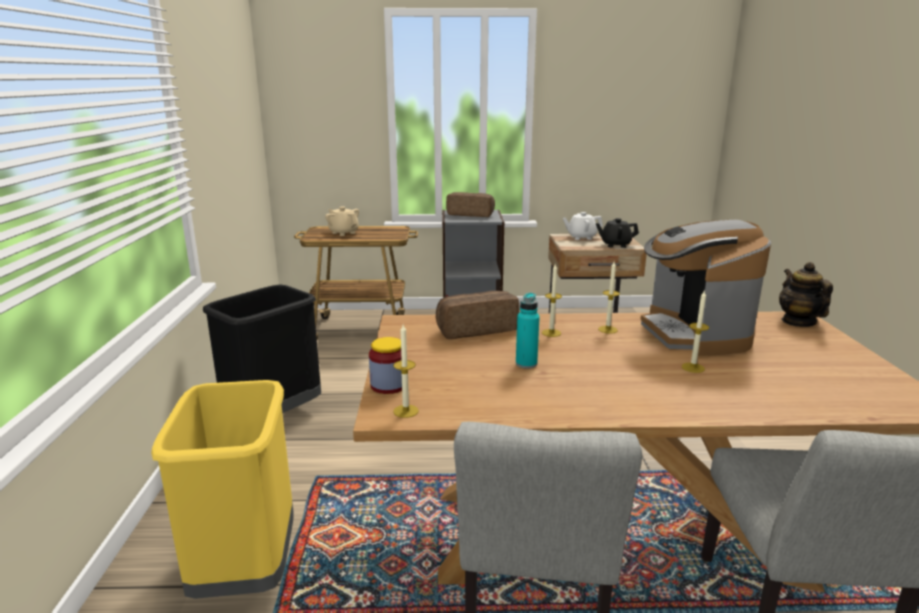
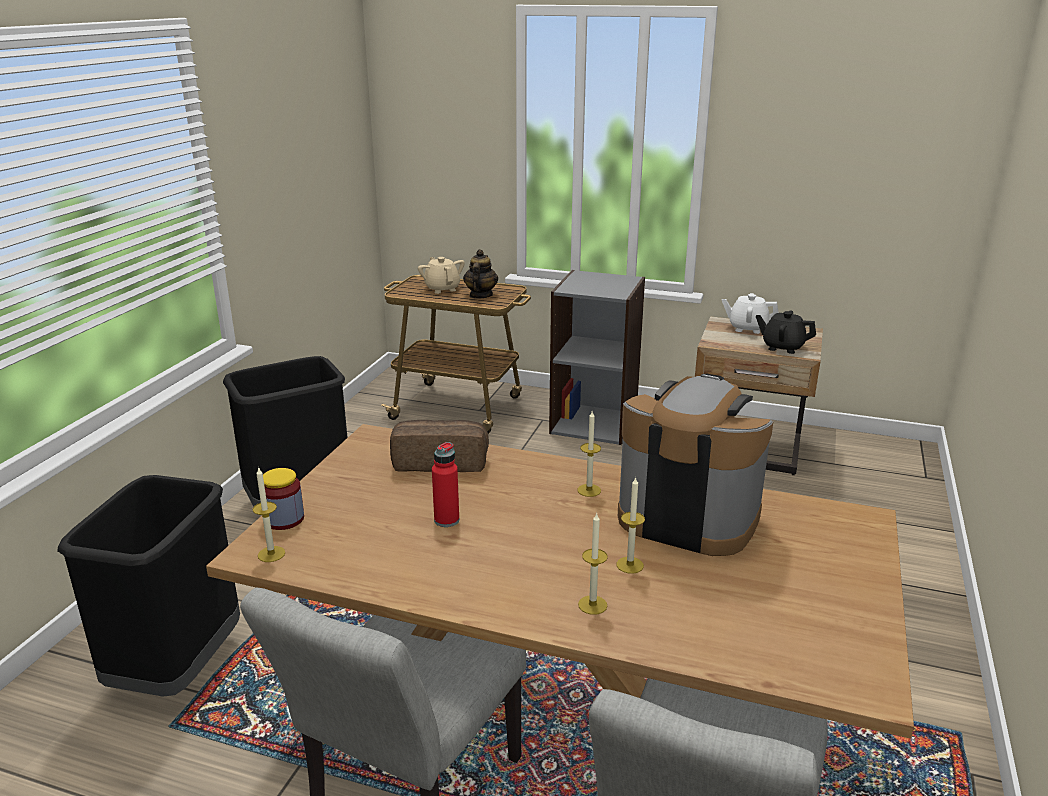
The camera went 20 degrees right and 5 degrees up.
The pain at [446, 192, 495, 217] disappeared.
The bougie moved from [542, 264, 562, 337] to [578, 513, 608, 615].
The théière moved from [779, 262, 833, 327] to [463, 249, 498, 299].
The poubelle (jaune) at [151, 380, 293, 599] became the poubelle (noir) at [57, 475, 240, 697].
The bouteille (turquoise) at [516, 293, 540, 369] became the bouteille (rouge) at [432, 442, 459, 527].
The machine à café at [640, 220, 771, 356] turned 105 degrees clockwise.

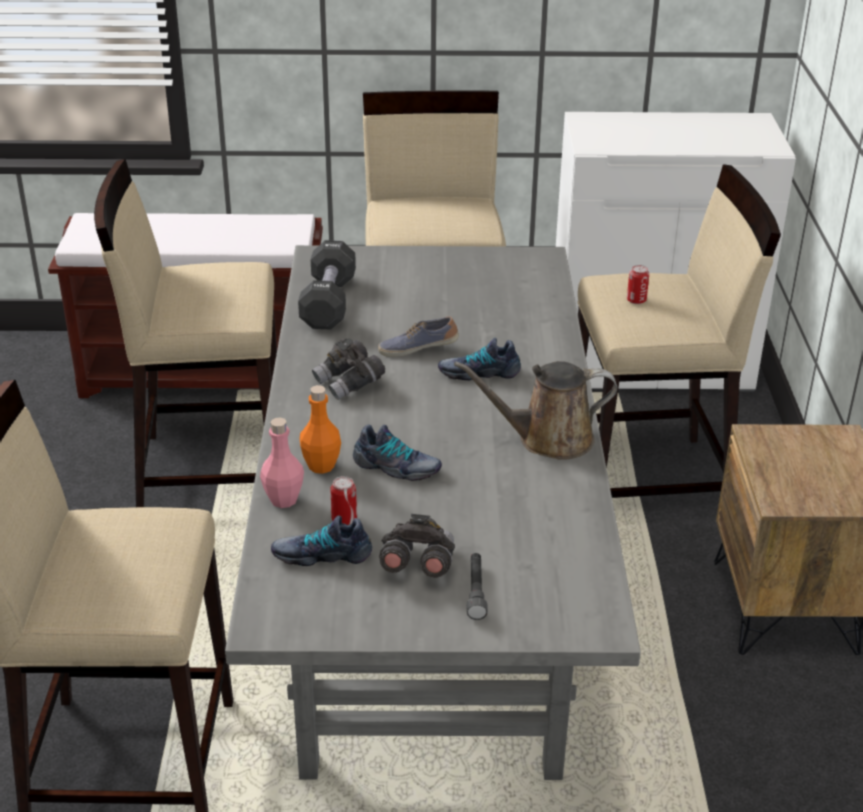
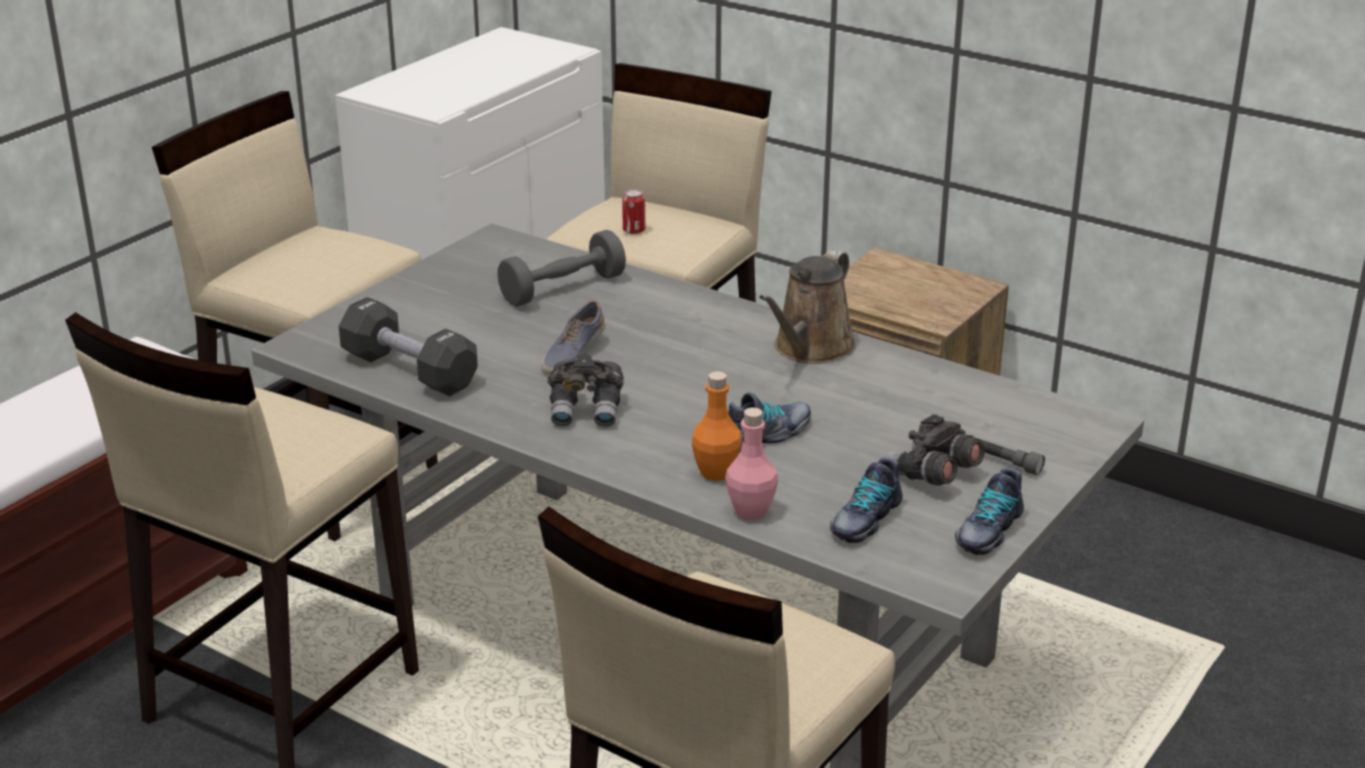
The camera went 55 degrees left and 5 degrees down.
The boîte métallique at [331, 476, 357, 525] disappeared.
The haltère (gris) at [497, 230, 626, 307] appeared.
The chaussure moved from [438, 338, 521, 380] to [955, 468, 1024, 555].

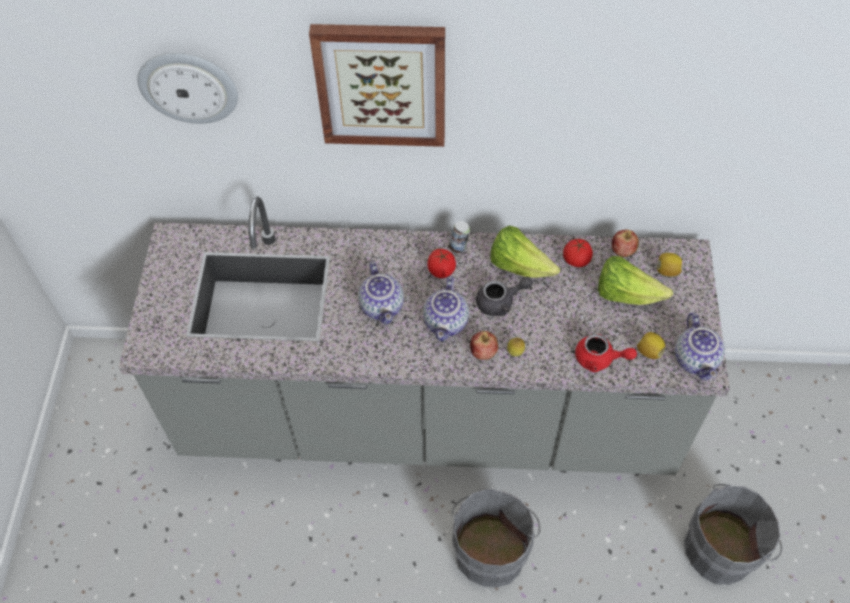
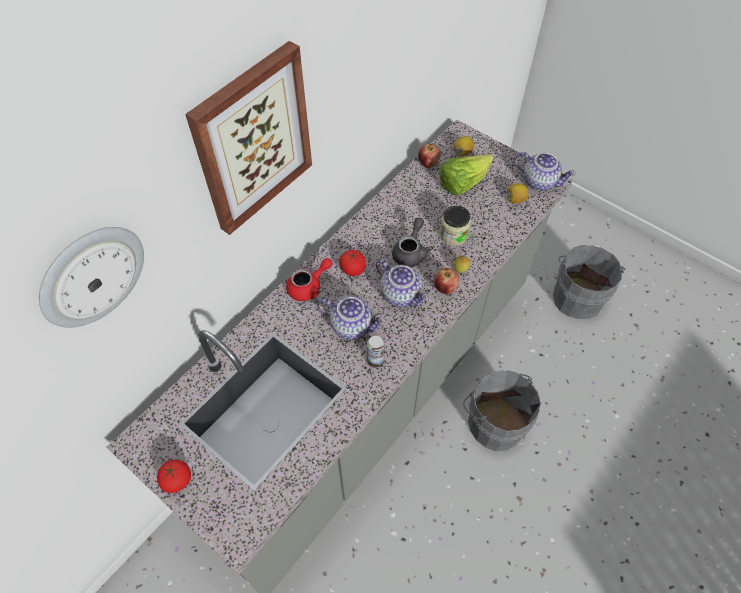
The camera went 55 degrees left and 0 degrees up.
The laitue at [490, 226, 560, 278] disappeared.
The bocal at [440, 206, 471, 246] appeared.
The boîte métallique moved from [449, 221, 470, 253] to [367, 336, 385, 368].
The tomate moved from [563, 239, 593, 267] to [157, 460, 191, 493].
The théière (rouge) moved from [575, 334, 637, 372] to [286, 258, 332, 301].

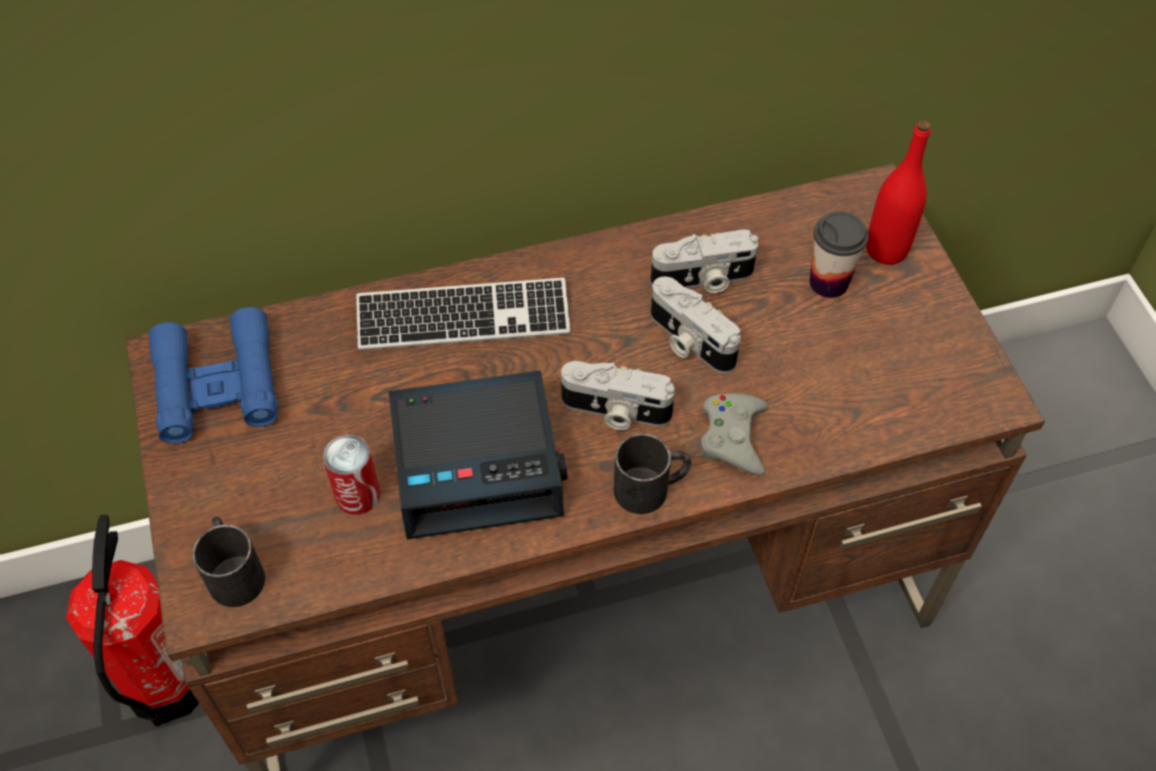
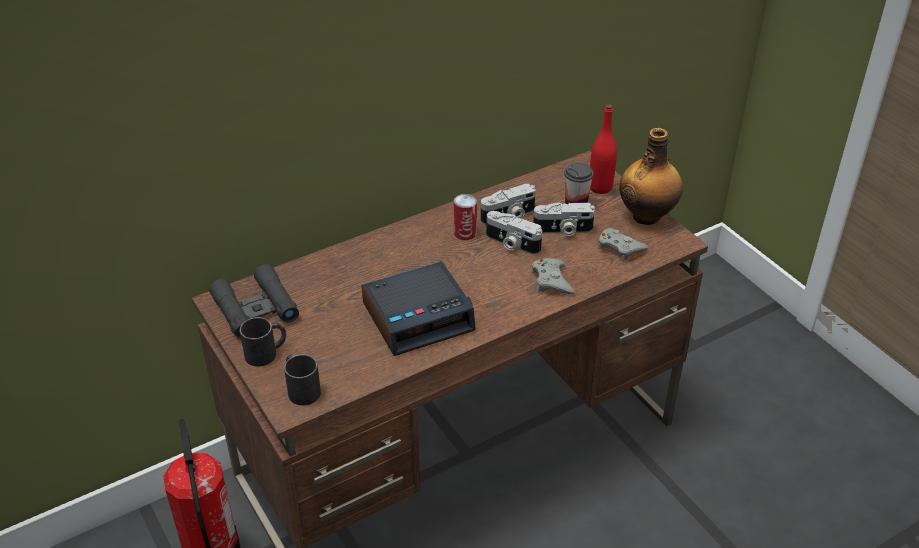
The camera went 15 degrees left and 15 degrees down.
The clavier at [356, 278, 570, 350] disappeared.
The manette (gris) at [598, 228, 648, 261] appeared.
The bouteille at [619, 128, 683, 225] appeared.
The boîte métallique moved from [323, 435, 380, 515] to [454, 194, 477, 240].
The appareil photo moved from [561, 361, 675, 430] to [533, 202, 595, 236].
The mug (noir) moved from [614, 434, 692, 514] to [240, 317, 286, 367].
The jumelles (bleu) at [148, 307, 278, 444] became the jumelles (noir) at [209, 264, 299, 339].

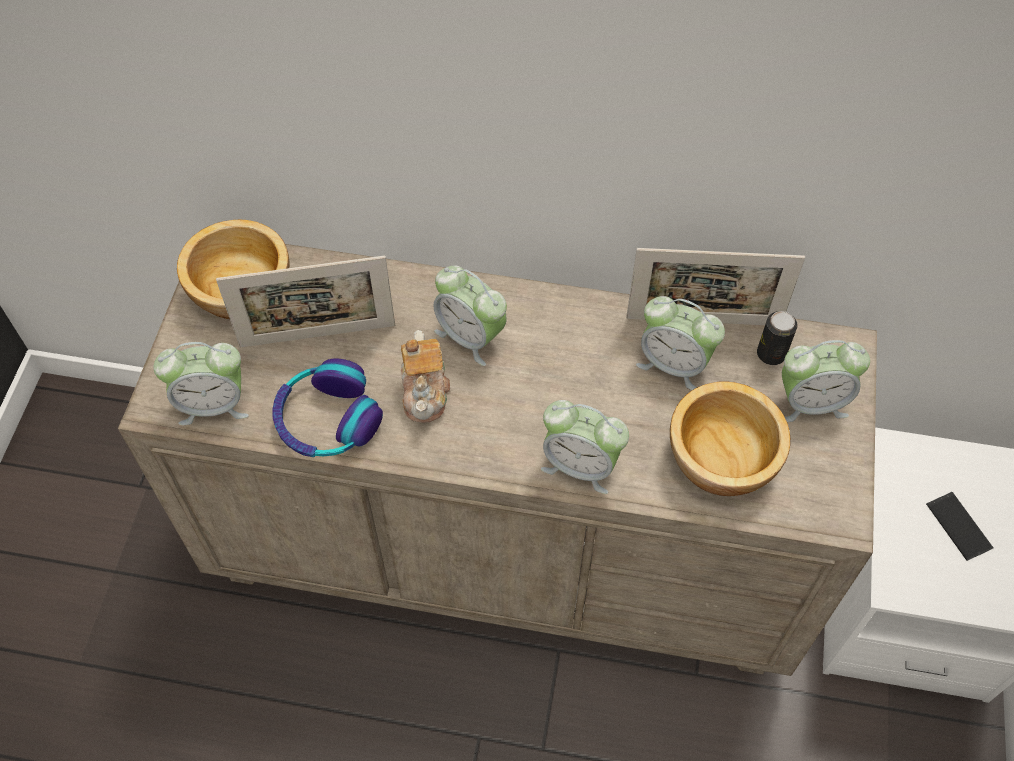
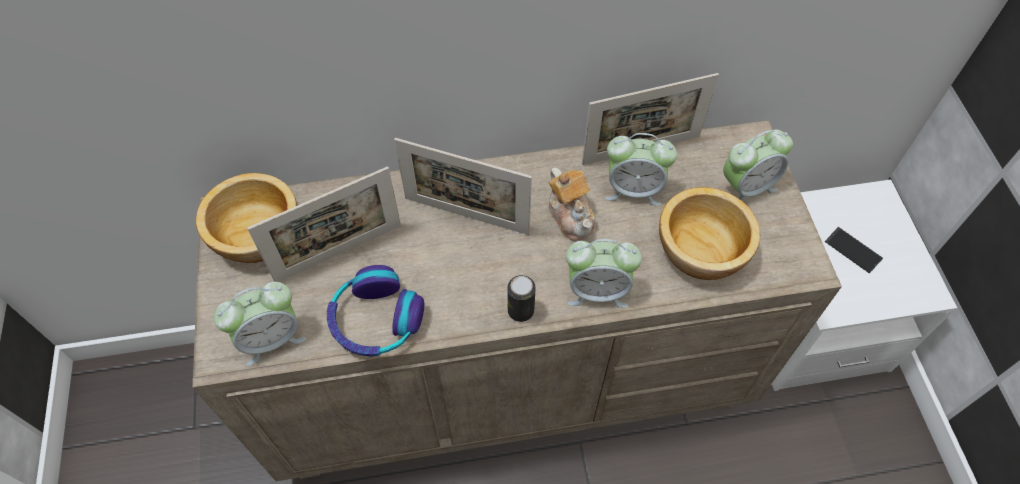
The camera went 20 degrees left and 0 degrees up.
The théière moved from [401, 330, 450, 423] to [549, 168, 596, 241].
The boîte métallique moved from [757, 311, 797, 365] to [507, 275, 536, 322].
The réveil at [433, 265, 507, 366] was replaced by the cadre photo at [394, 138, 532, 235].

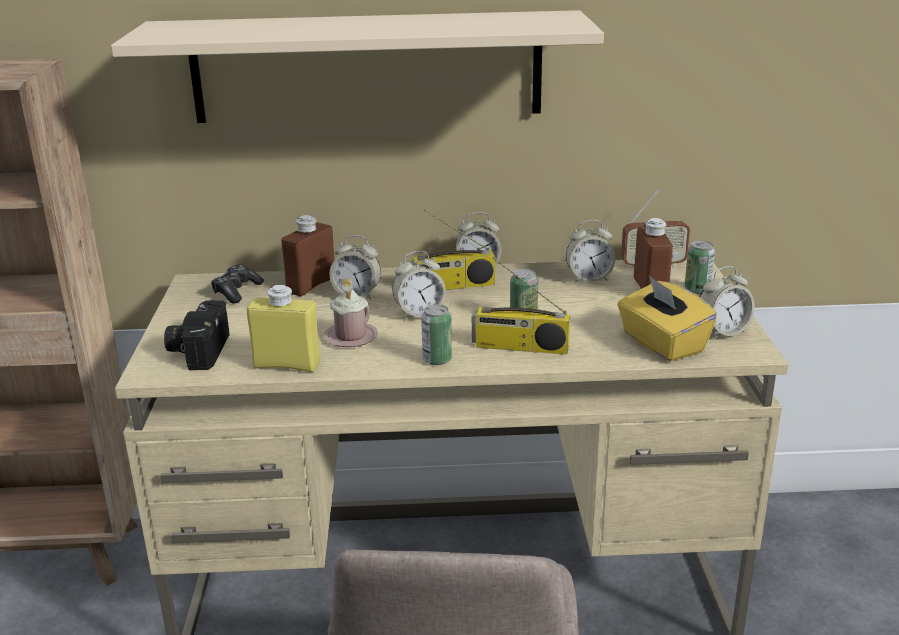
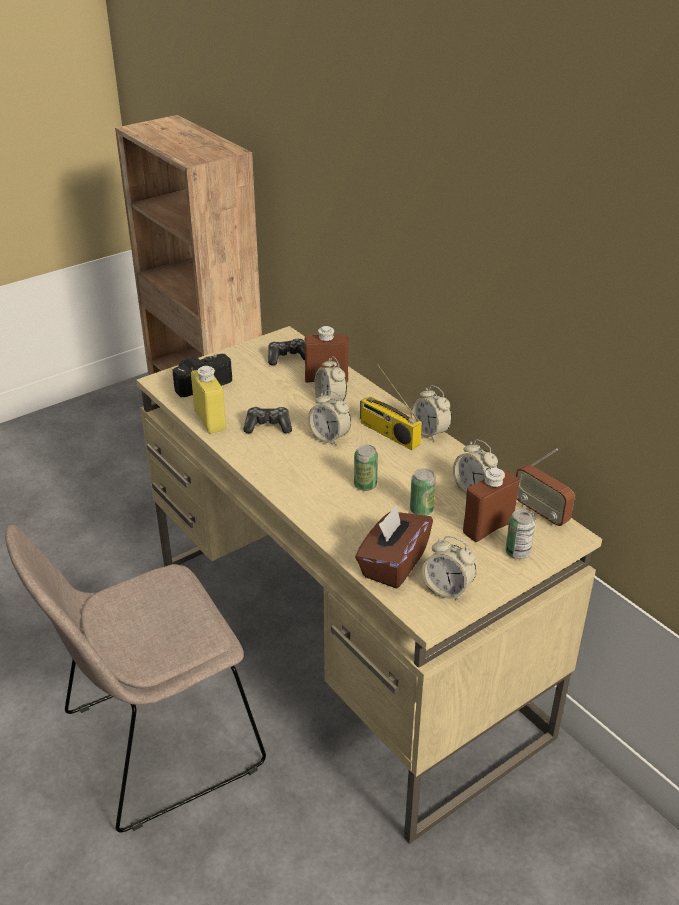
The camera went 55 degrees right and 10 degrees up.
The étagère (beige) at [111, 10, 604, 123] disappeared.
The radio at [472, 257, 570, 355] disappeared.
The boîte métallique moved from [421, 304, 452, 365] to [410, 468, 436, 516].
The mug (rose) at [323, 278, 378, 347] was replaced by the manette at [243, 407, 292, 434].
The boîte à mouchoirs (jaune) at [617, 276, 717, 362] became the boîte à mouchoirs (marron) at [355, 505, 433, 589].

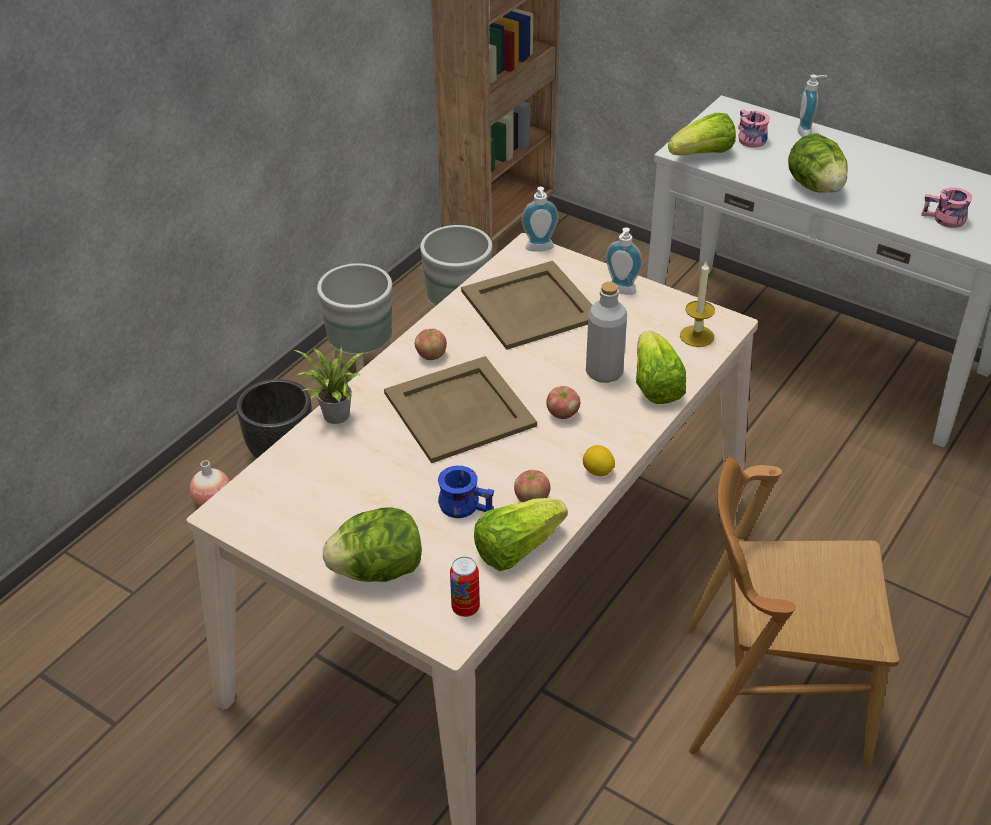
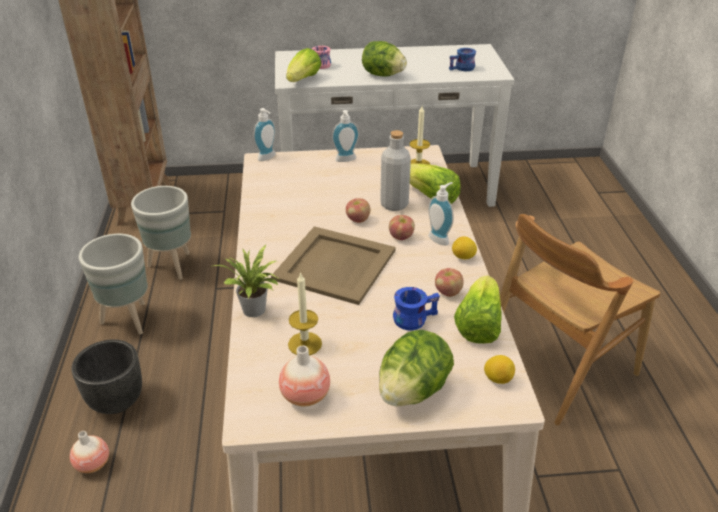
The camera went 40 degrees left and 5 degrees down.
The plateau (beige) at [461, 261, 592, 350] disappeared.
The vase at [279, 346, 330, 407] appeared.
The bougie at [288, 272, 322, 356] appeared.
The pomme moved from [415, 329, 447, 360] to [346, 198, 371, 223].
The distributeur de savon moved from [798, 75, 827, 137] to [428, 182, 454, 246].
The boîte métallique at [450, 557, 480, 617] was replaced by the citron at [484, 355, 515, 384].
The mug (rose) at [921, 187, 973, 228] became the mug (bleu) at [449, 48, 476, 71].

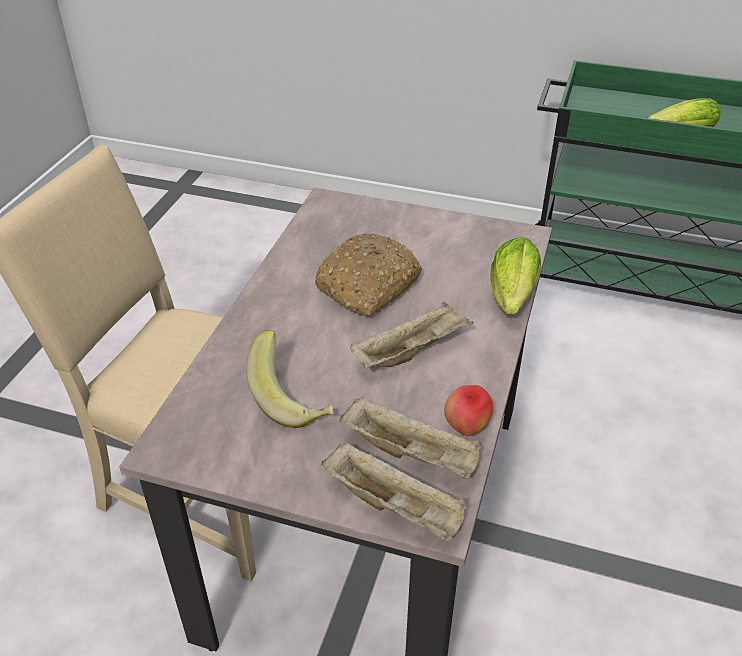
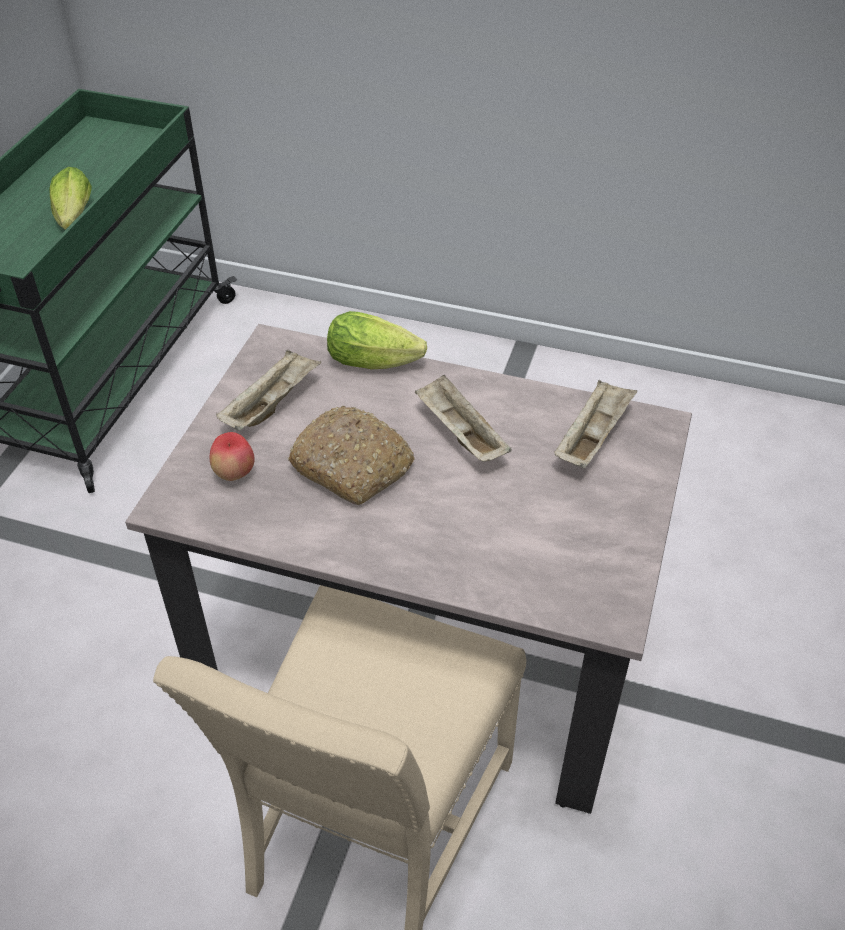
The camera went 90 degrees left and 5 degrees up.
The banane at [247, 330, 334, 428] disappeared.
The plateau (beige) moved from [320, 442, 467, 542] to [216, 350, 321, 431].
The pomme moved from [444, 385, 493, 436] to [210, 432, 254, 481].

